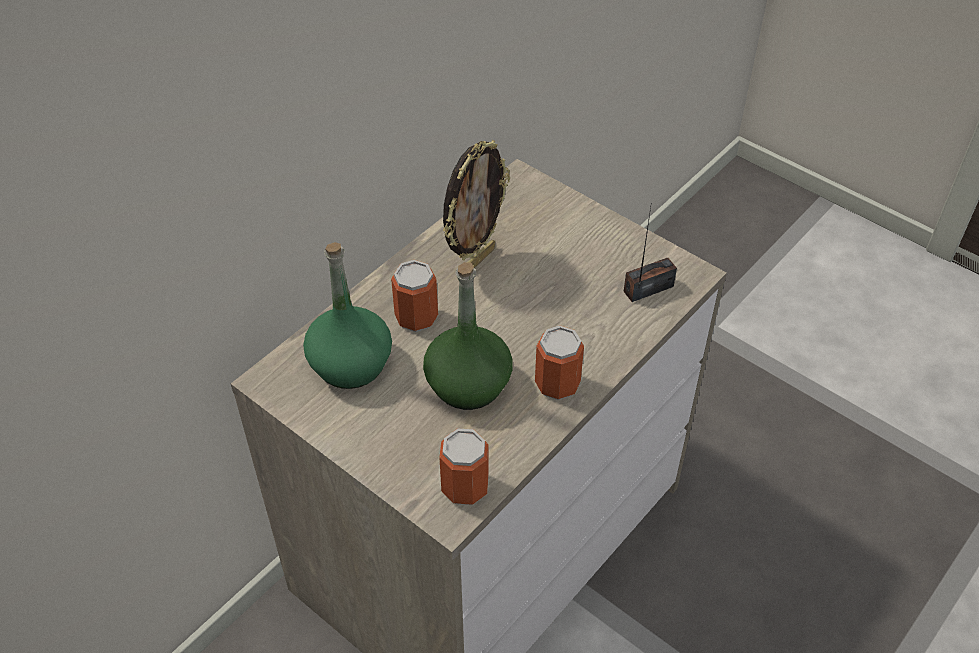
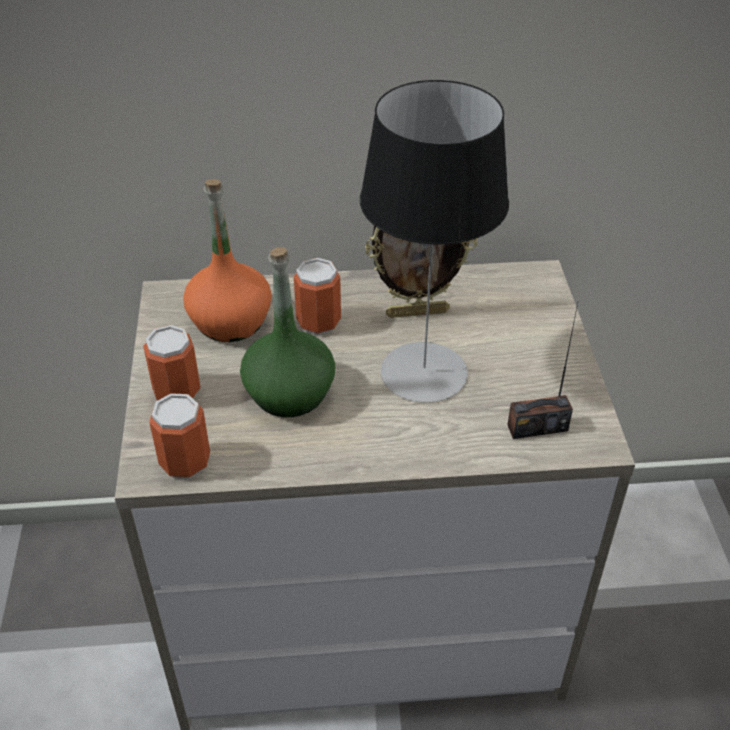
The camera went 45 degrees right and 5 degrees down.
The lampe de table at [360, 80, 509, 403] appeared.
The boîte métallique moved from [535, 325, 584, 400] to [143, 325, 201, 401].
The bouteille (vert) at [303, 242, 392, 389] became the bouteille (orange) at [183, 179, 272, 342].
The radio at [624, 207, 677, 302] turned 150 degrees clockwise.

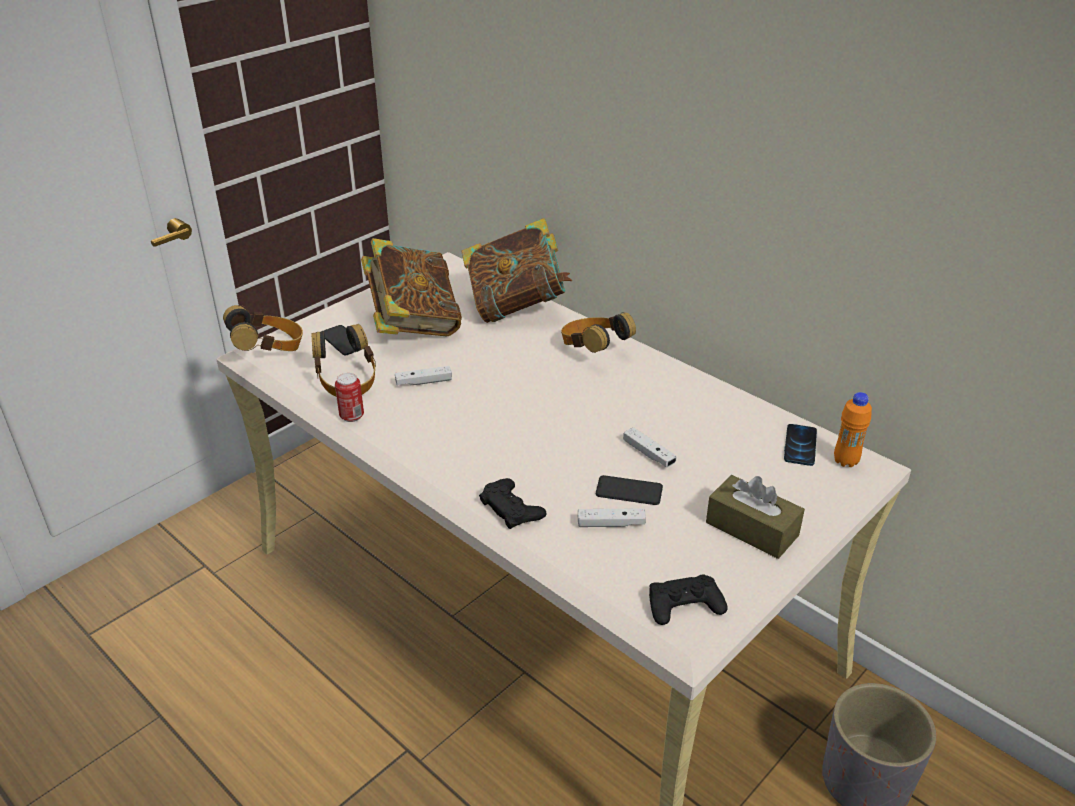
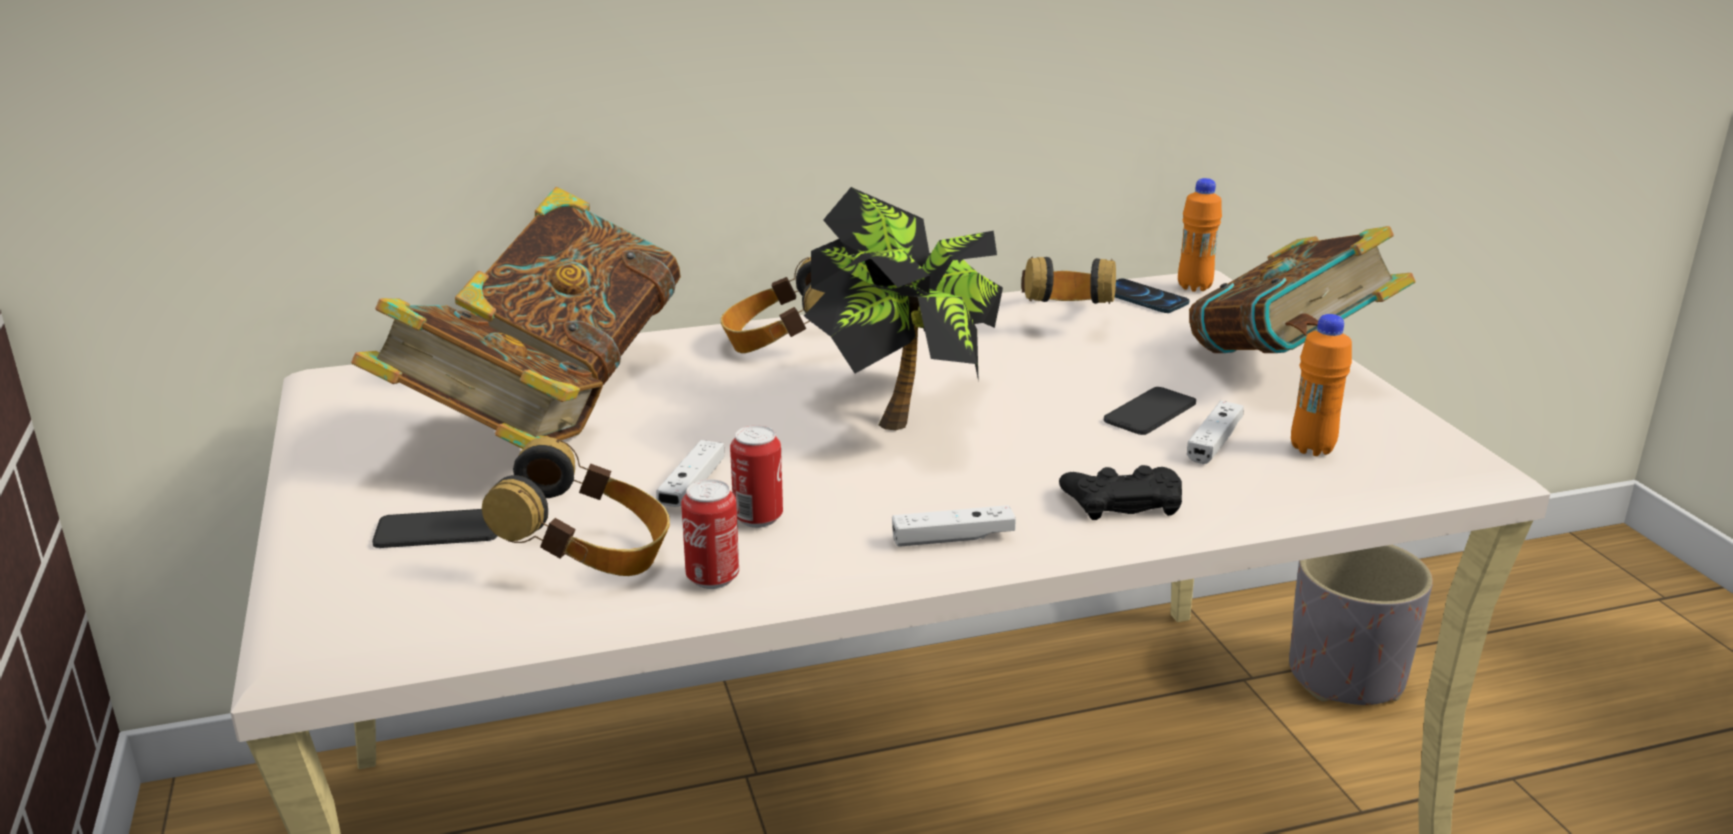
The camera went 60 degrees left and 10 degrees down.
The manette (noir) at [649, 574, 728, 625] disappeared.
The boîte métallique at [730, 425, 783, 528] appeared.
The plante en pot at [804, 187, 1003, 430] appeared.
The bouteille (orange) at [1291, 314, 1352, 456] appeared.
The casque audio moved from [223, 305, 303, 351] to [1021, 256, 1116, 304].
The manette (blanc) moved from [623, 427, 677, 467] to [892, 505, 1016, 547].
The boîte à mouchoirs (marron) at [706, 475, 805, 559] was replaced by the livre at [1189, 226, 1415, 353].

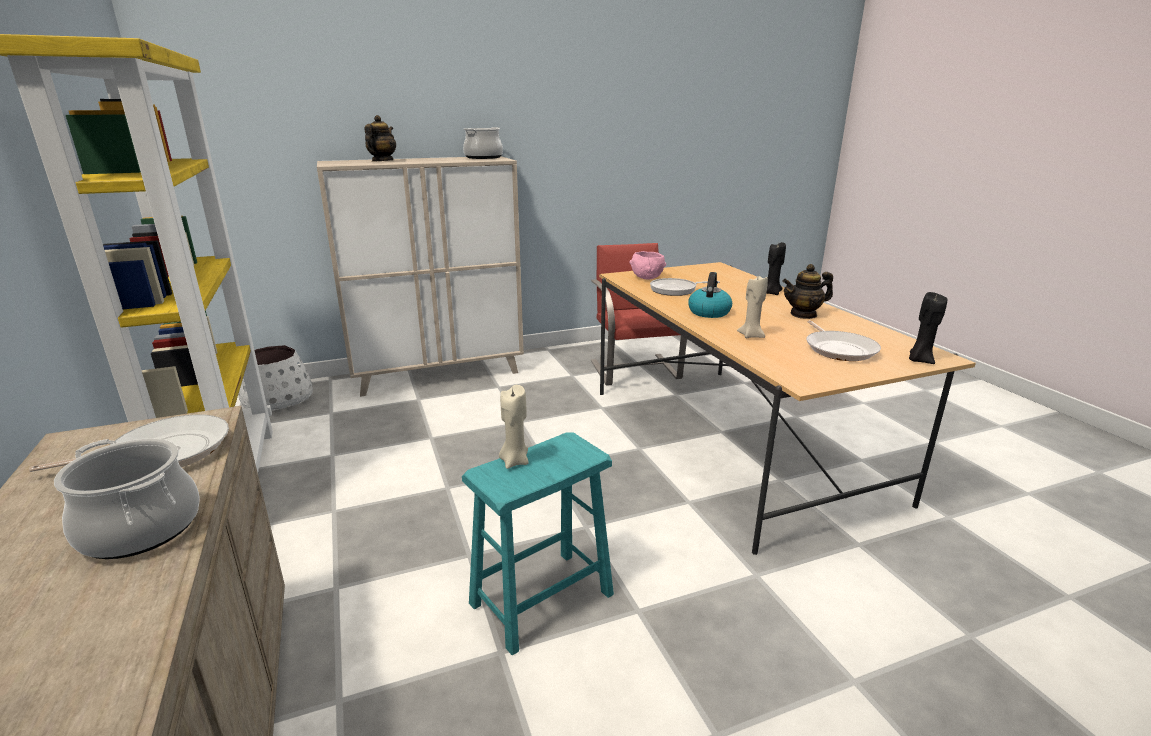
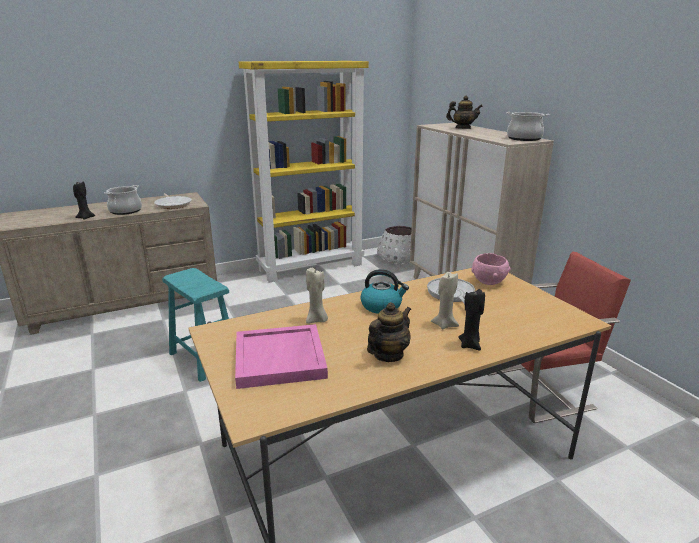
The camera went 85 degrees right and 0 degrees up.
The bougie (beige) moved from [499, 385, 529, 469] to [431, 272, 459, 330].
The bougie (noir) moved from [909, 292, 947, 364] to [73, 181, 95, 220].
The poêle at [806, 320, 881, 361] was replaced by the plateau (rose) at [235, 324, 328, 389].
The théière at [783, 264, 833, 319] turned 60 degrees clockwise.

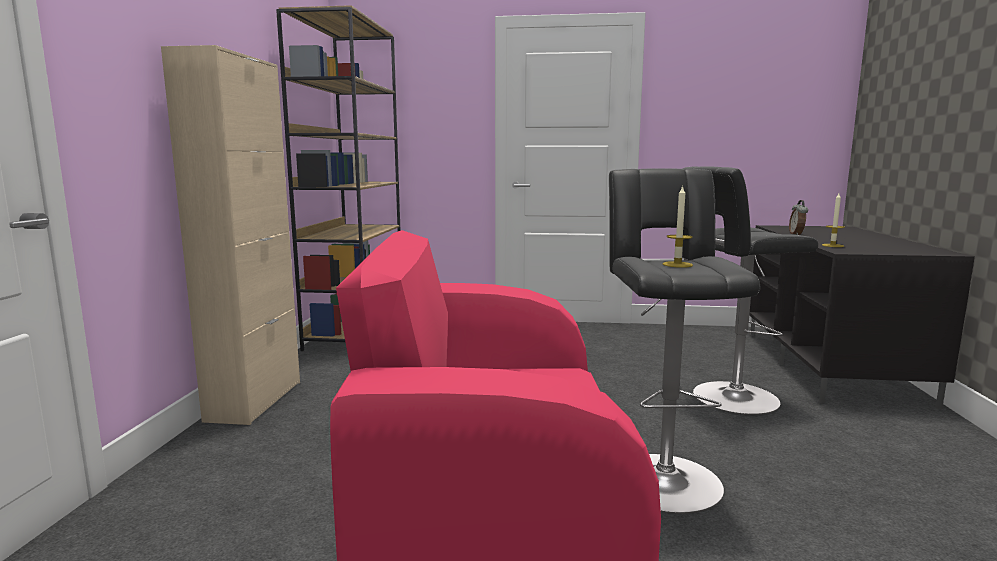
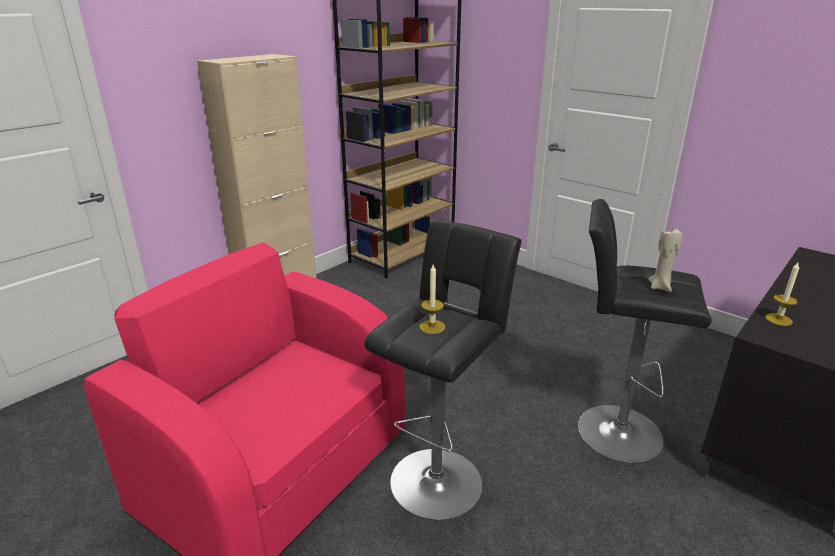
The camera went 35 degrees right and 15 degrees up.
The réveil at [789, 200, 808, 235] disappeared.
The bougie (beige) at [648, 228, 682, 292] appeared.

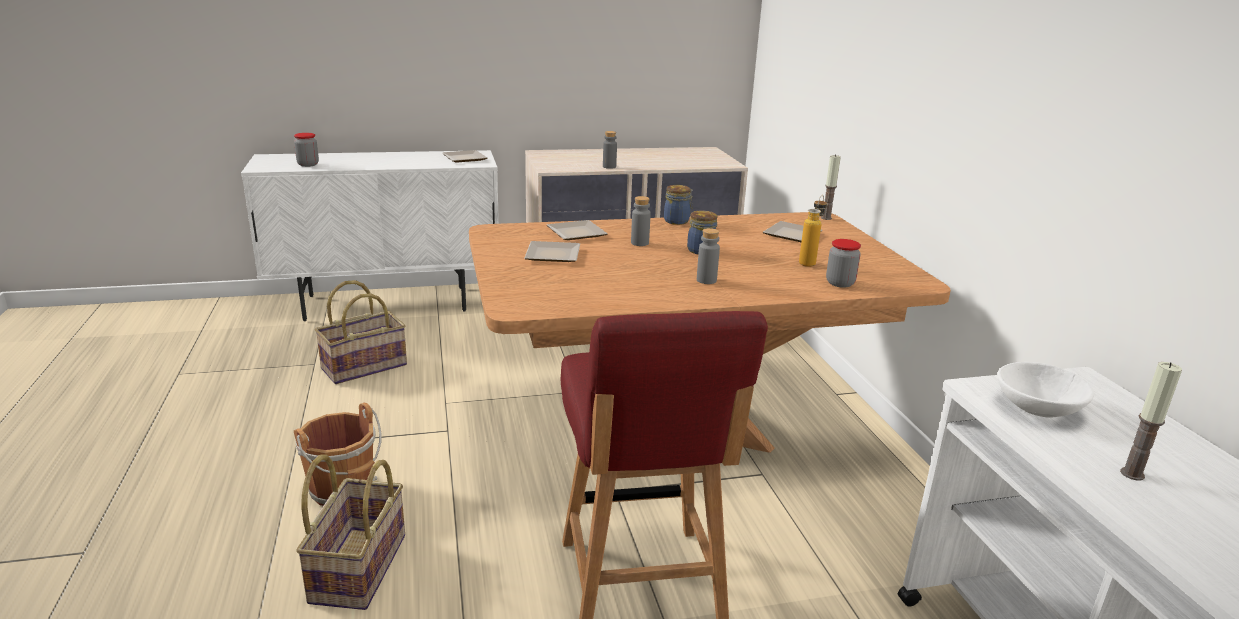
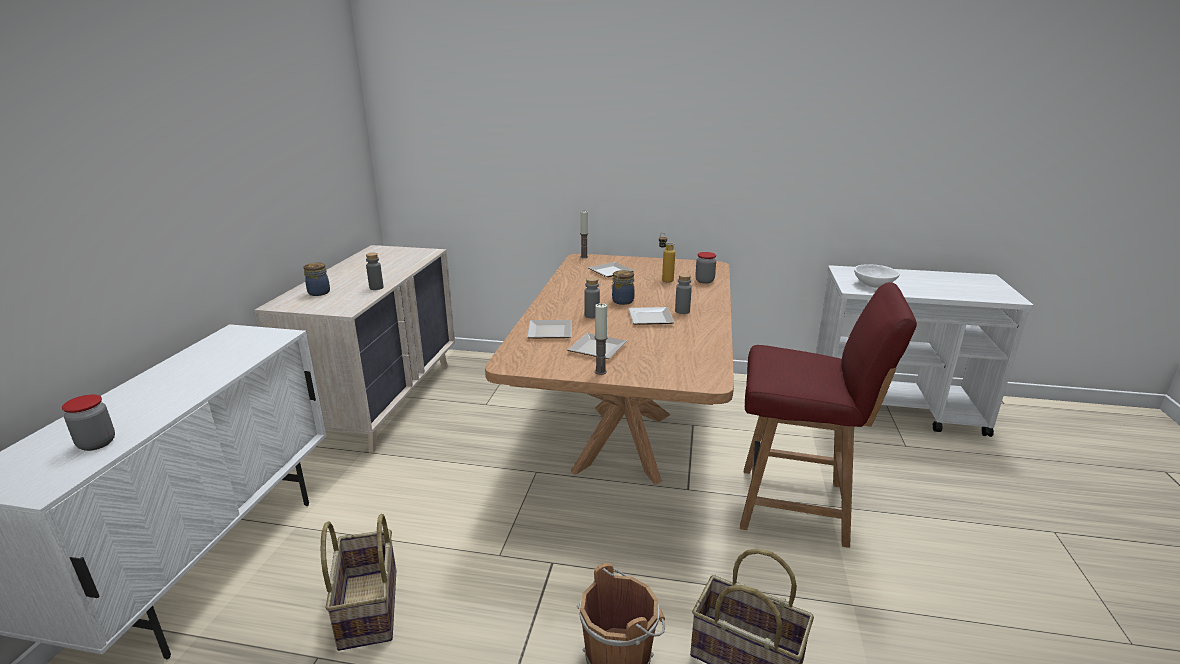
The camera went 65 degrees left and 0 degrees up.
The assiette moved from [442, 150, 487, 163] to [628, 307, 675, 325].
The bocal moved from [664, 185, 693, 225] to [304, 263, 330, 296].
The bougie moved from [1120, 362, 1182, 481] to [595, 303, 608, 375].

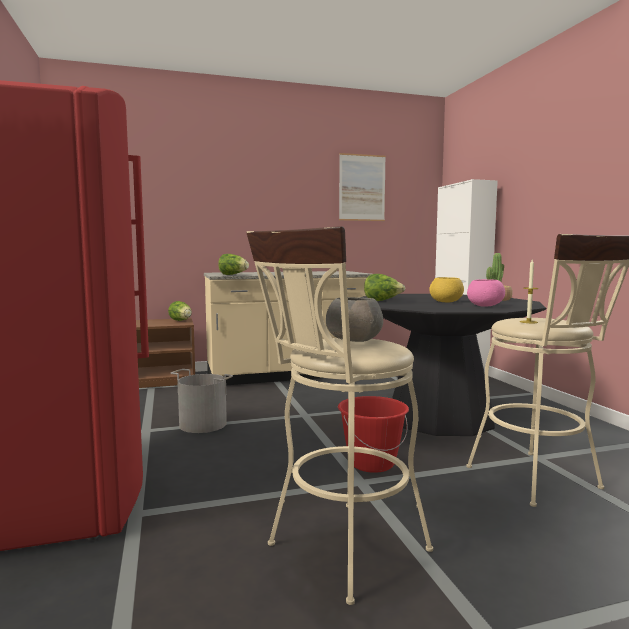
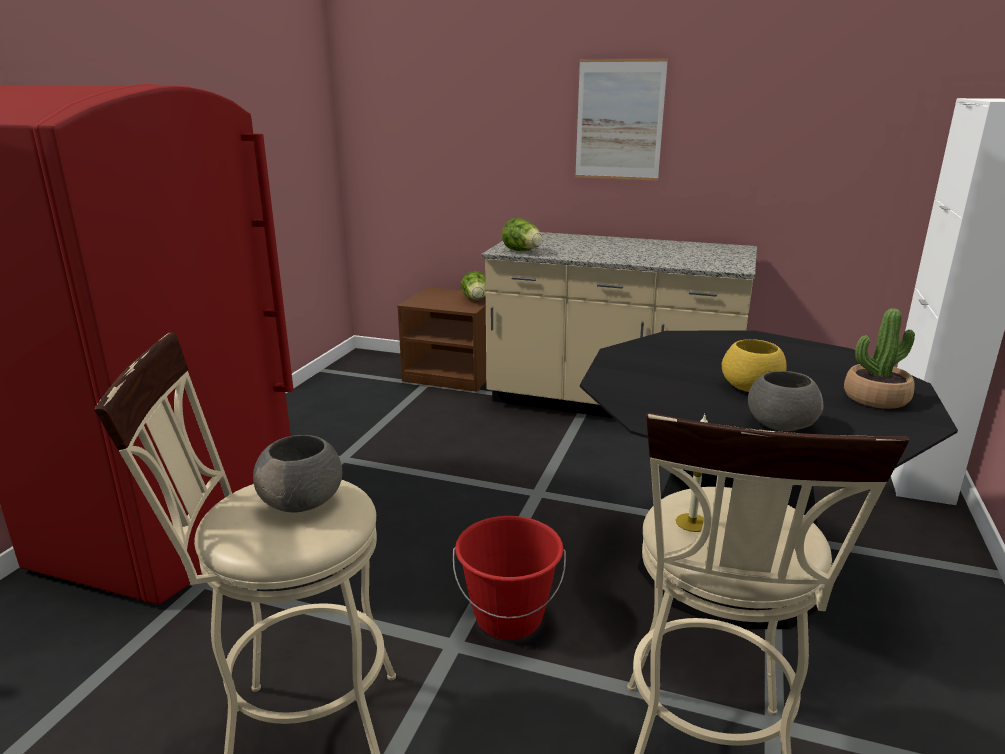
The camera went 35 degrees right and 15 degrees up.
The seau (gris) at [171, 369, 233, 433] disappeared.
The laitue at [364, 274, 405, 301] disappeared.
The tableau moved from [339, 153, 386, 221] to [575, 59, 668, 181].
The bol (rose) at [467, 279, 505, 307] became the bol (gris) at [748, 371, 823, 431].

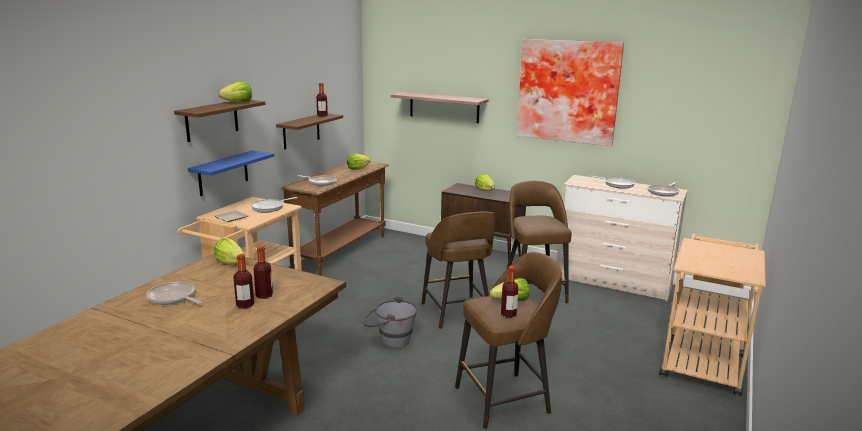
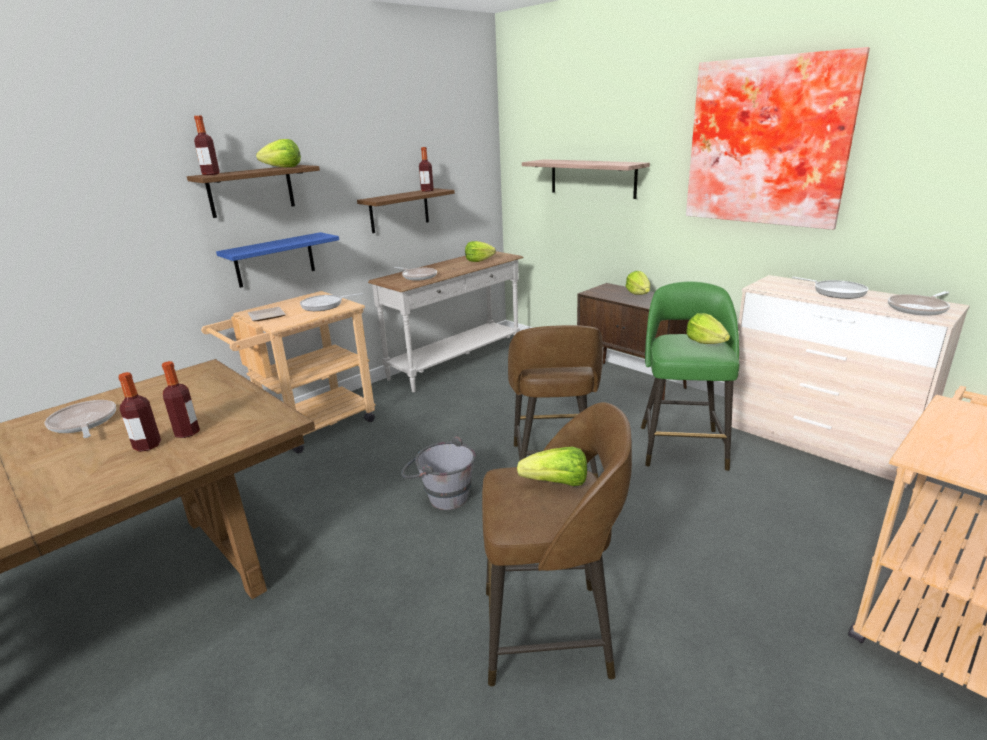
The camera went 20 degrees right and 5 degrees up.
The laitue moved from [214, 238, 244, 265] to [686, 313, 730, 344].
The bouteille moved from [501, 266, 518, 318] to [194, 116, 220, 175].
The table console (marron) at [281, 162, 389, 275] became the table console (blanc) at [368, 251, 524, 392].
The tabouret (marron) at [507, 181, 572, 304] became the tabouret (vert) at [641, 281, 739, 471].

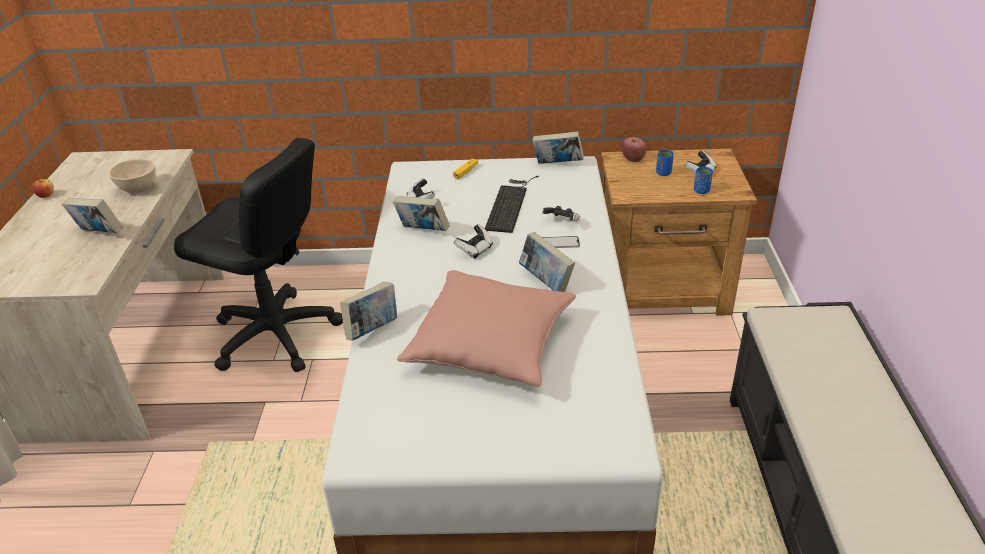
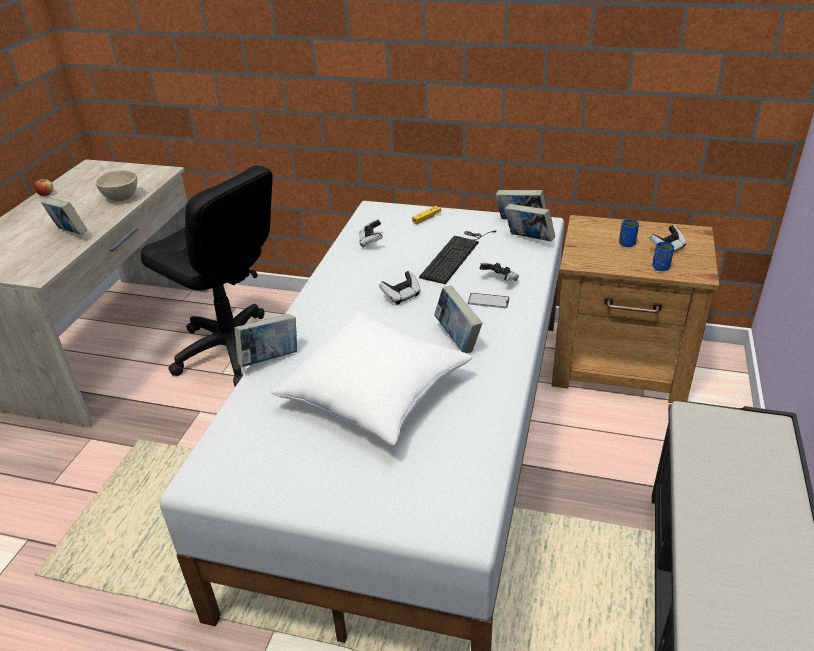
The camera went 15 degrees right and 0 degrees up.
The pomme at [622, 137, 646, 162] disappeared.
The livre moved from [393, 196, 450, 231] to [505, 204, 555, 242].
The coussin (rose) at [397, 270, 576, 387] became the coussin (blanc) at [271, 312, 472, 445].

